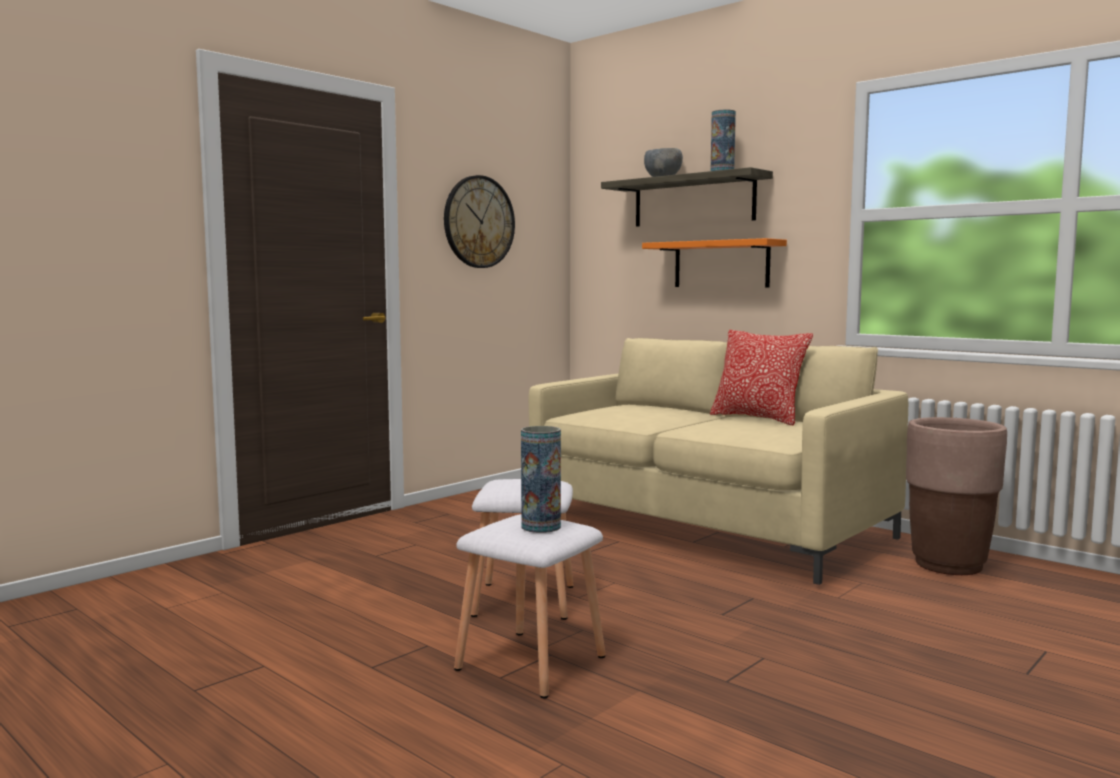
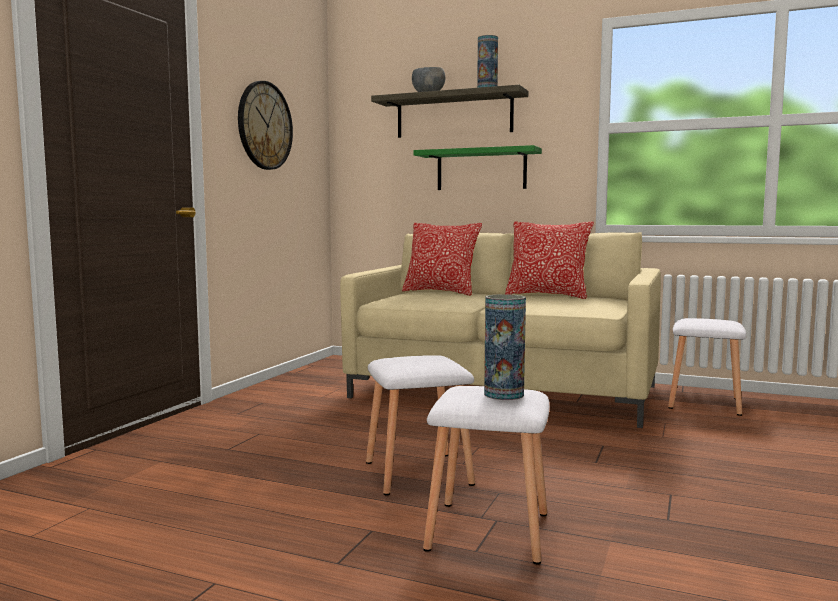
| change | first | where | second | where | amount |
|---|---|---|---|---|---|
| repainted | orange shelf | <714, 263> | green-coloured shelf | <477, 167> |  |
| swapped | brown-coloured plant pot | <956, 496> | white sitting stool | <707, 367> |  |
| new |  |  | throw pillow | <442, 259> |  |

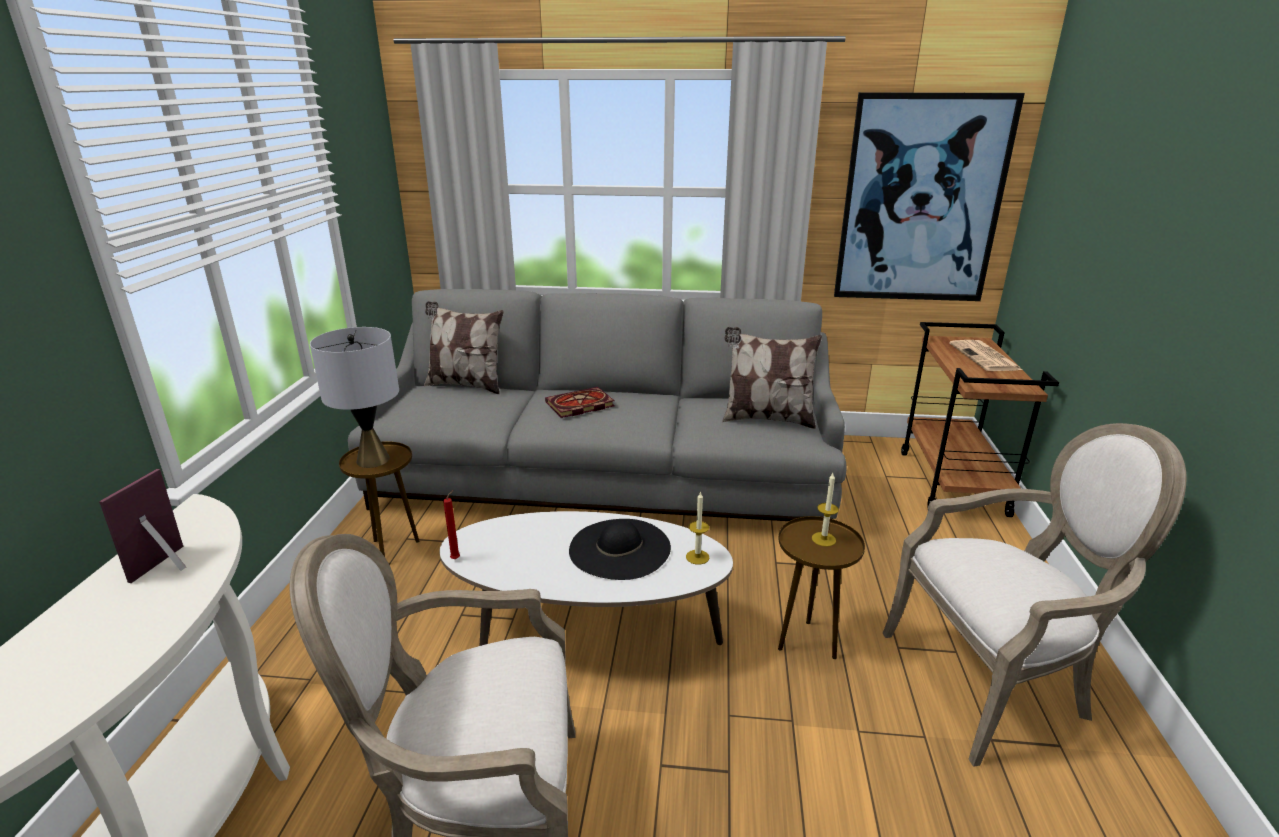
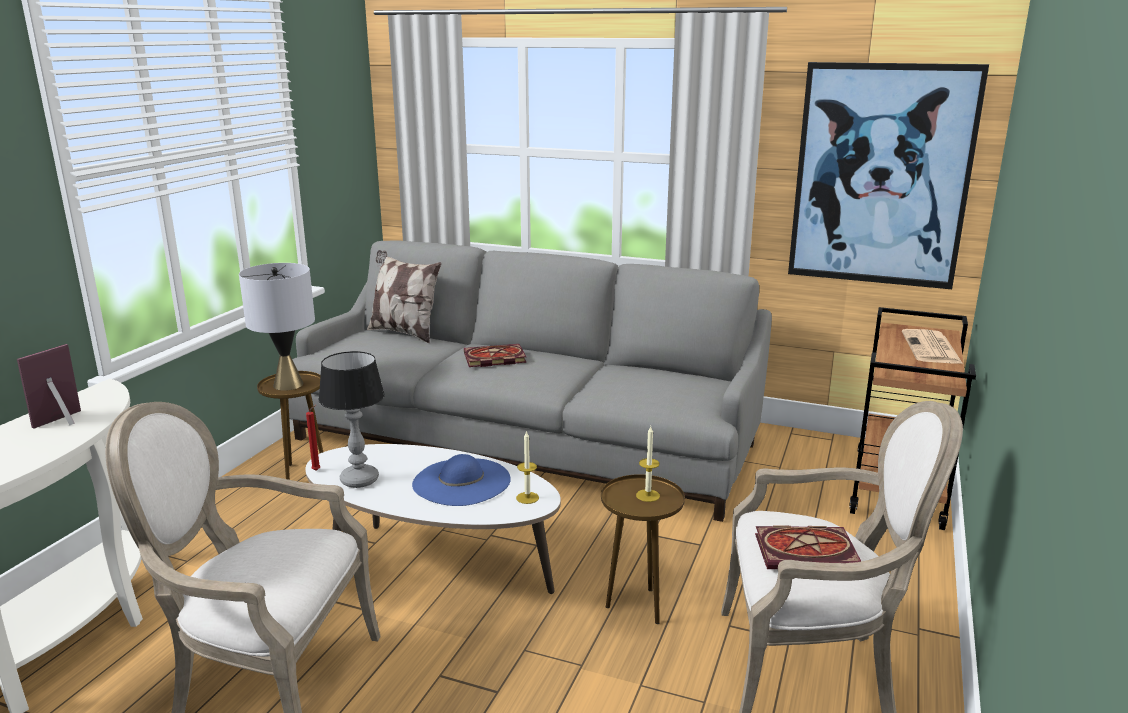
| change | first | where | second | where | amount |
|---|---|---|---|---|---|
| gone | throw pillow | <772, 378> |  |  |  |
| repainted | black-coloured wearable hat | <620, 549> | blue wearable hat | <461, 480> |  |
| new |  |  | tabletop lamp | <351, 419> |  |
| new |  |  | volume | <808, 547> |  |

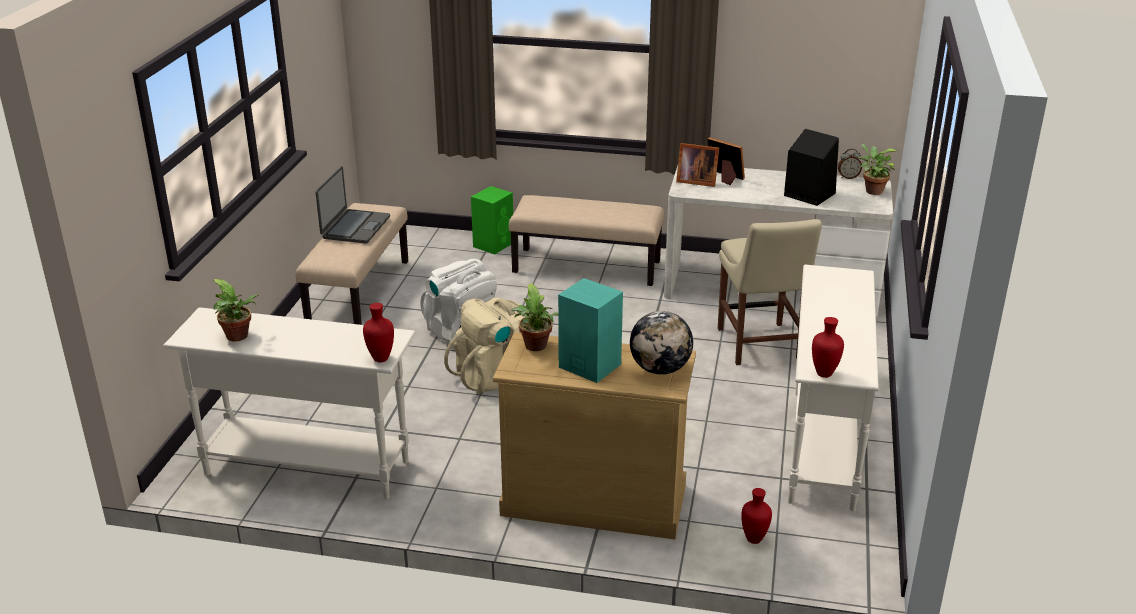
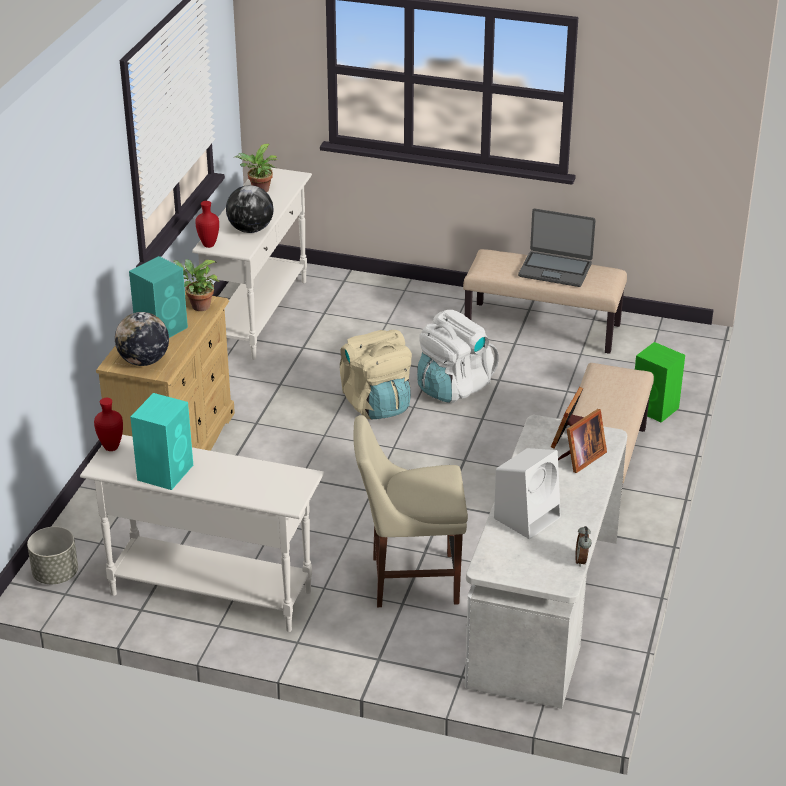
| change | first | where | second | where | amount |
|---|---|---|---|---|---|
| repainted | black-coloured audio speaker | <811, 167> | white audio speaker | <527, 493> |  |
| gone | plant in a pot | <877, 169> |  |  |  |
| gone | red-coloured vase | <756, 516> |  |  |  |
| new |  |  | desk globe | <249, 209> |  |
| new |  |  | turquoise-coloured audio speaker | <161, 441> |  |
| new |  |  | gray plant pot | <52, 555> |  |

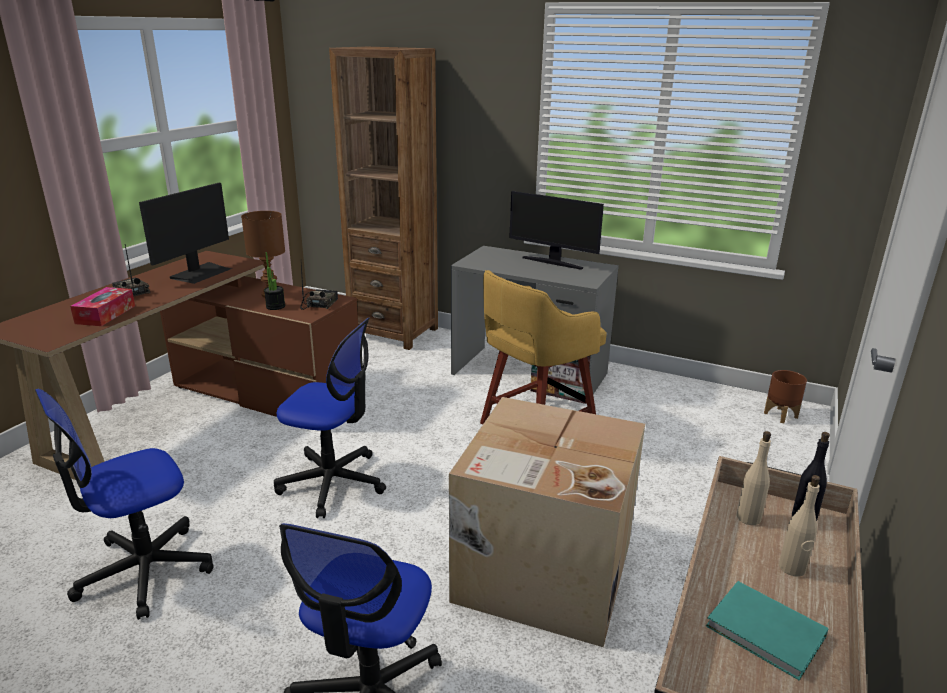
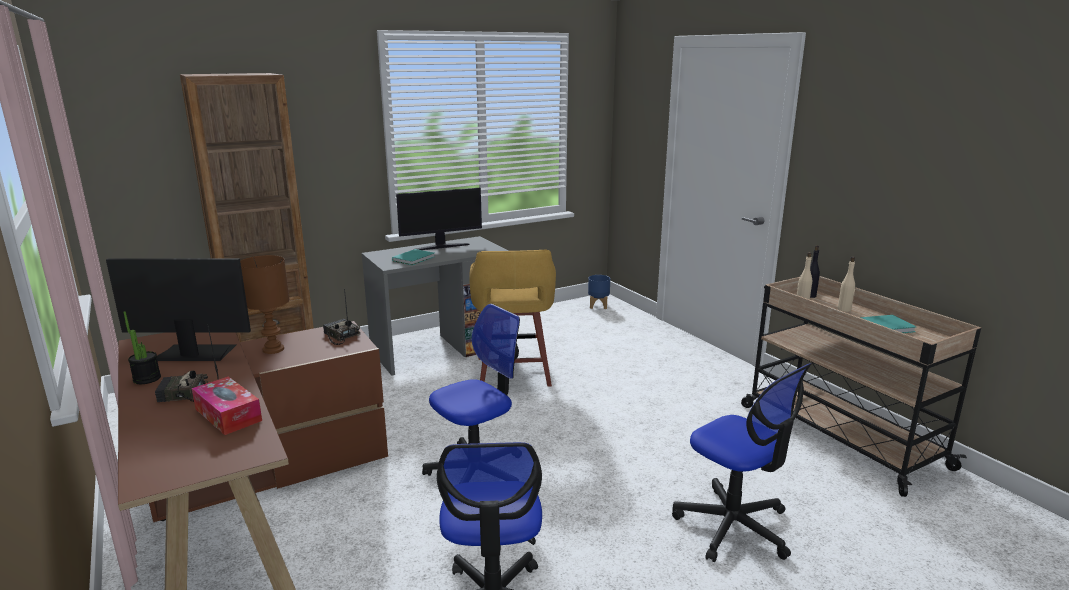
| change | first | where | second | where | amount |
|---|---|---|---|---|---|
| rotated | computer screen | <185, 233> |  | <178, 309> | 60 degrees counterclockwise |
| shifted | plant in a pot | <274, 281> |  | <142, 347> |  |
| repainted | brown-coloured plant pot | <785, 396> | blue plant pot | <599, 292> |  |
| gone | packing box | <547, 522> |  |  |  |
| new |  |  | turquoise-coloured volume | <413, 257> |  |

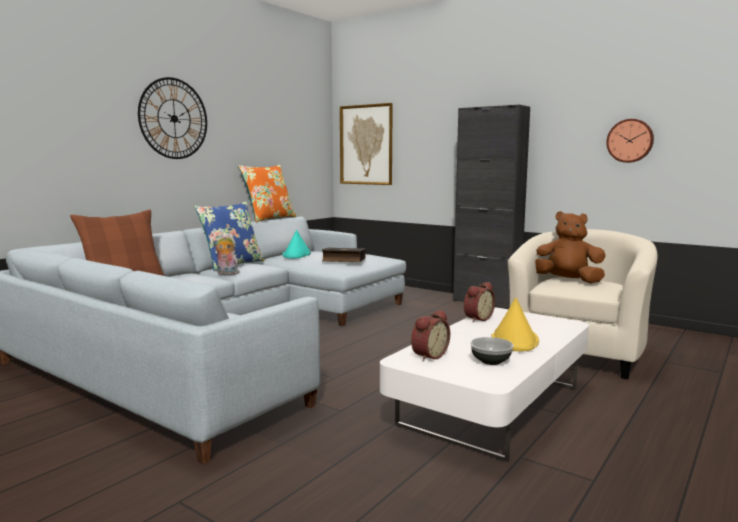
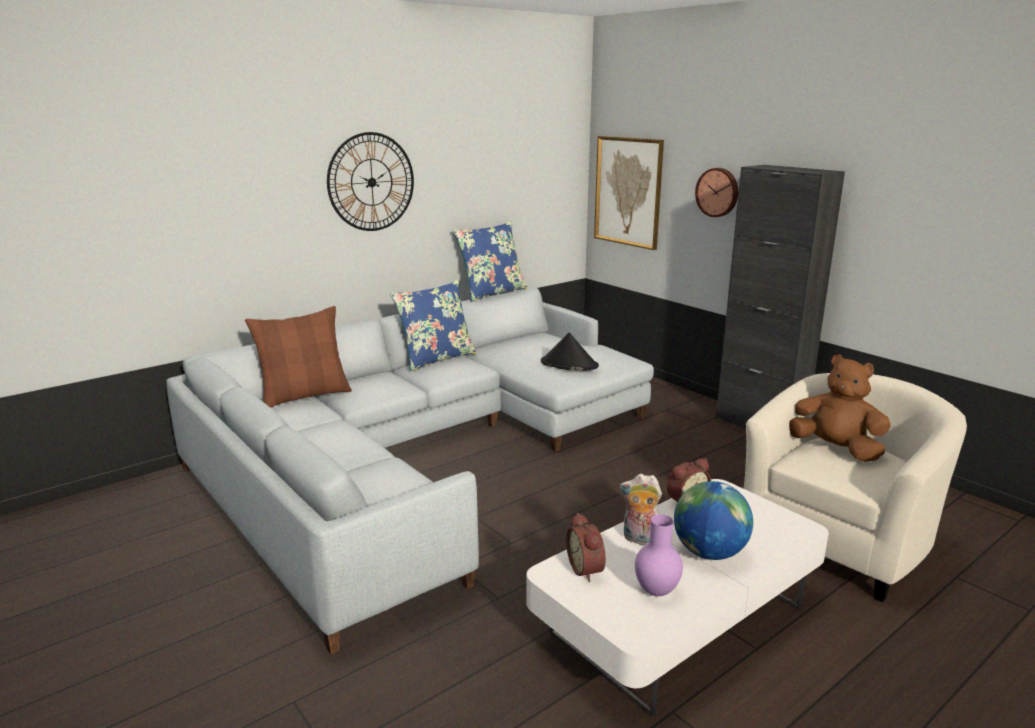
| change | first | where | second | where | amount |
|---|---|---|---|---|---|
| shifted | hanging clock | <630, 141> |  | <716, 192> |  |
| repainted | orange throw pillow | <267, 193> | blue throw pillow | <490, 261> |  |
| gone | turquoise-coloured wearable hat | <296, 244> |  |  |  |
| shifted | plush toy | <226, 254> |  | <641, 510> |  |
| swapped | volume | <344, 254> | black-coloured wearable hat | <570, 352> |  |
| swapped | yellow-coloured wearable hat | <515, 324> | desk globe | <713, 520> |  |
| rotated | table clock | <430, 336> |  | <586, 547> | 105 degrees clockwise |
| swapped | deep dish | <492, 351> | purple-coloured vase | <659, 555> |  |

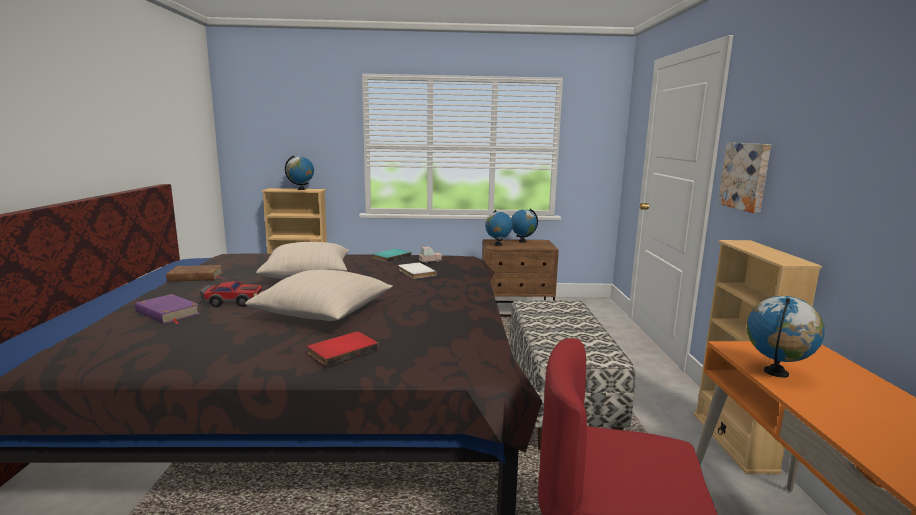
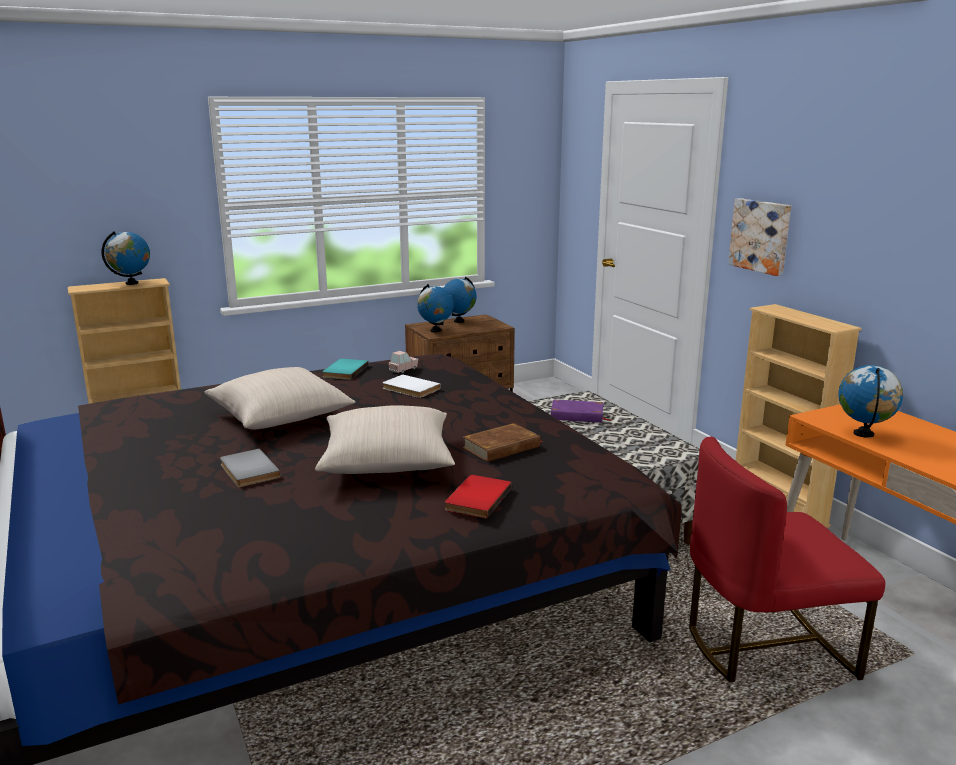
| change | first | where | second | where | amount |
|---|---|---|---|---|---|
| shifted | brown-coloured volume | <195, 273> |  | <502, 442> |  |
| swapped | miniature car | <231, 294> | gray volume | <250, 468> |  |
| shifted | purple-coloured volume | <167, 309> |  | <581, 411> |  |

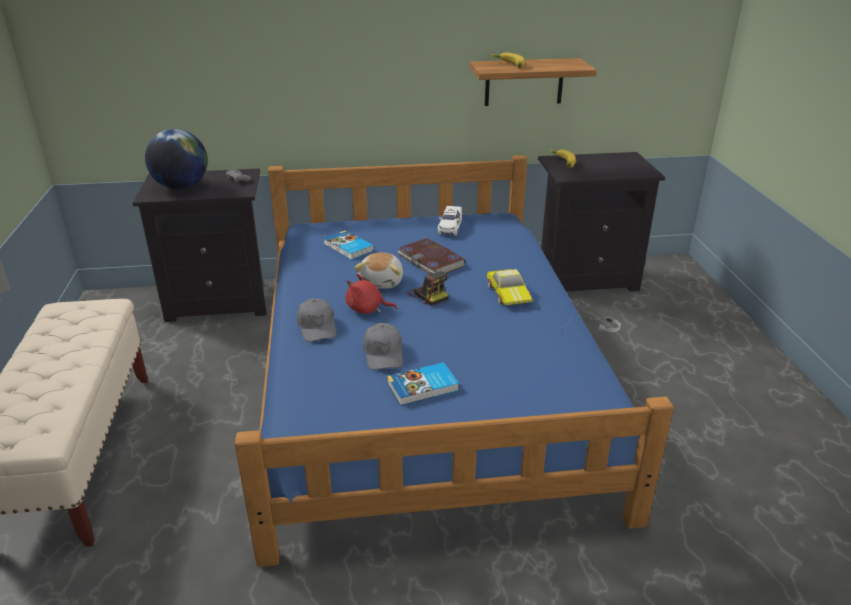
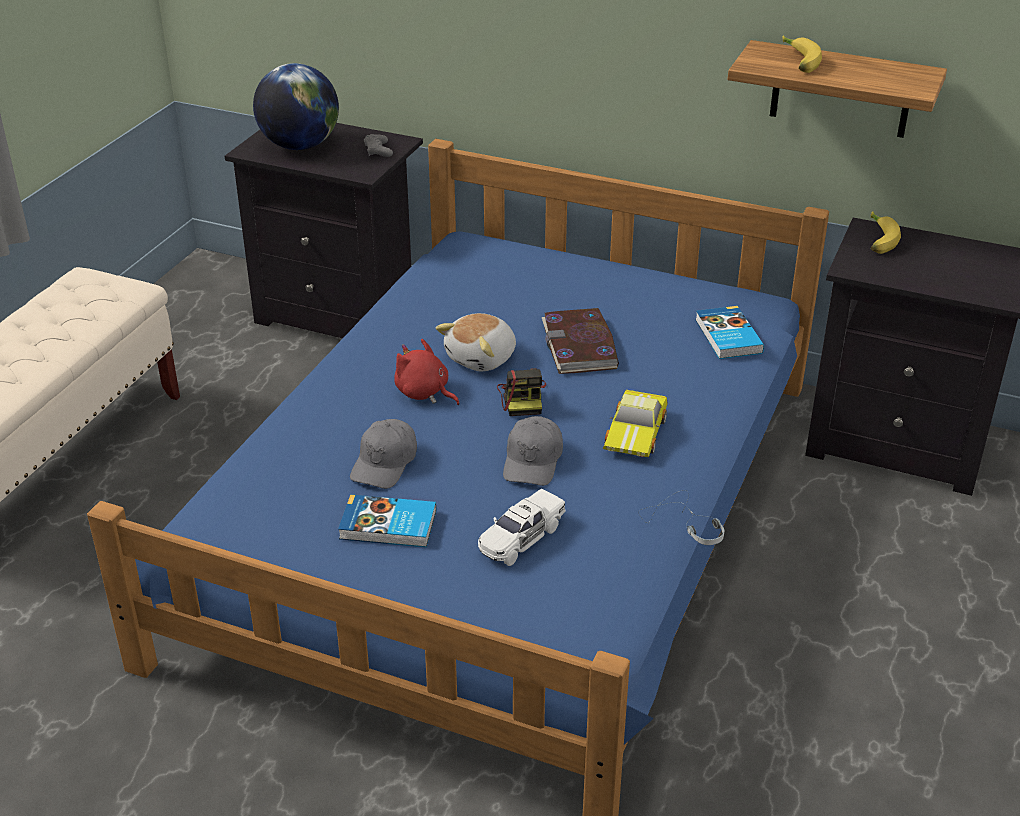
| change | first | where | second | where | amount |
|---|---|---|---|---|---|
| shifted | white miniature car | <450, 221> |  | <522, 527> |  |
| shifted | volume | <348, 245> |  | <729, 332> |  |
| shifted | gray baseball cap | <317, 320> |  | <533, 451> |  |

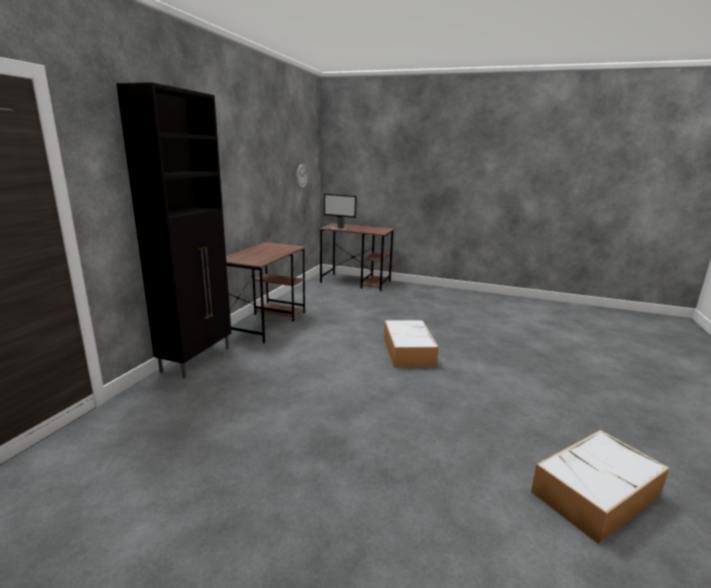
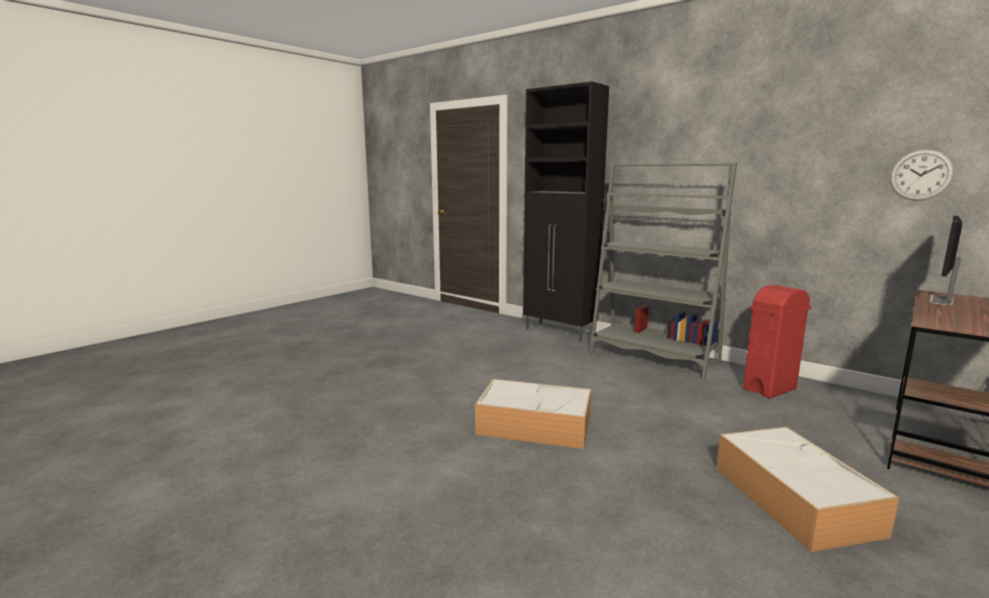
| change | first | where | second | where | amount |
|---|---|---|---|---|---|
| swapped | brown-coloured desk table | <266, 292> | gray shelving unit | <663, 271> |  |
| shifted | storage box | <600, 487> |  | <807, 489> |  |
| new |  |  | red-coloured rubbish bin | <777, 342> |  |

